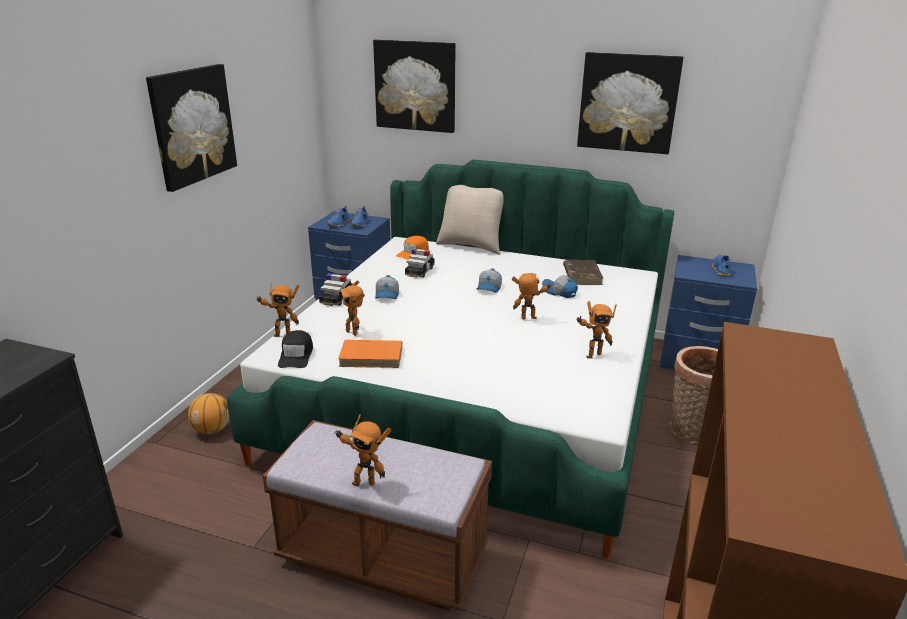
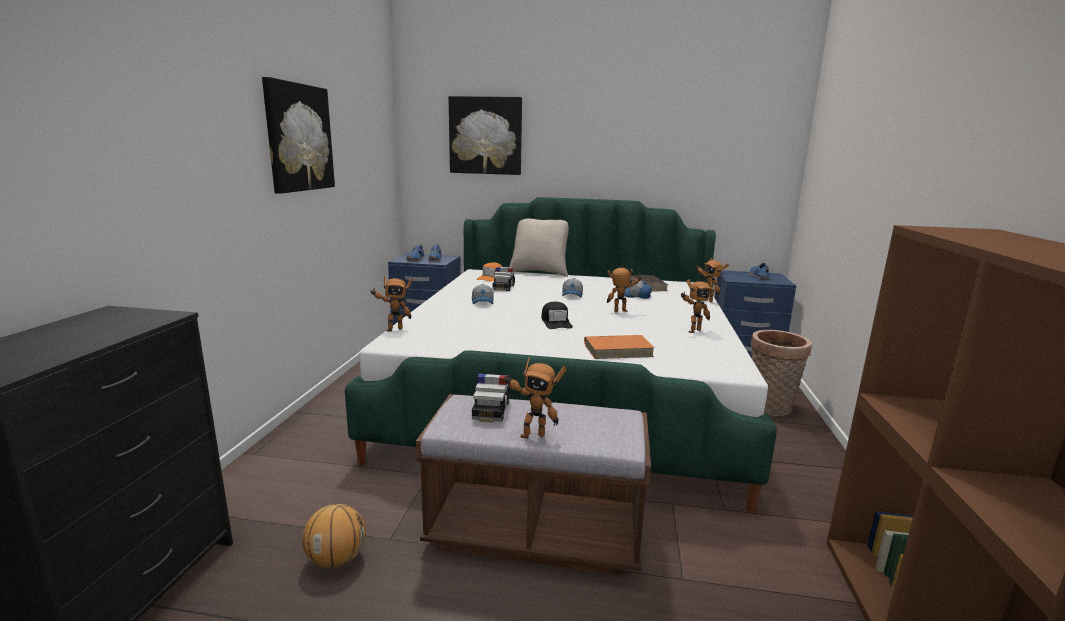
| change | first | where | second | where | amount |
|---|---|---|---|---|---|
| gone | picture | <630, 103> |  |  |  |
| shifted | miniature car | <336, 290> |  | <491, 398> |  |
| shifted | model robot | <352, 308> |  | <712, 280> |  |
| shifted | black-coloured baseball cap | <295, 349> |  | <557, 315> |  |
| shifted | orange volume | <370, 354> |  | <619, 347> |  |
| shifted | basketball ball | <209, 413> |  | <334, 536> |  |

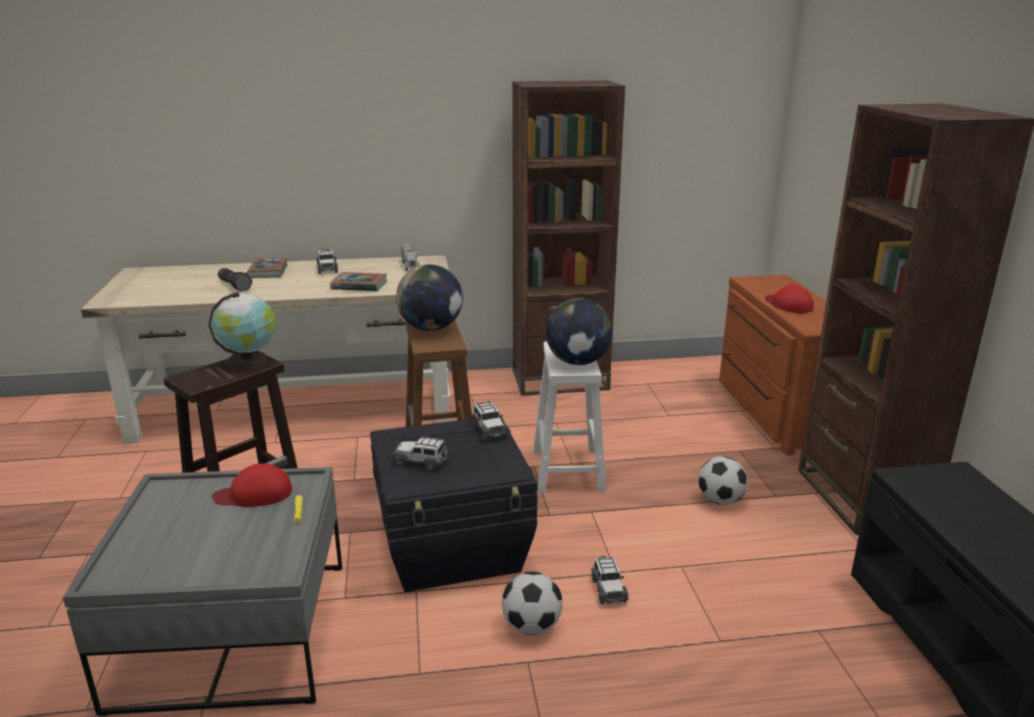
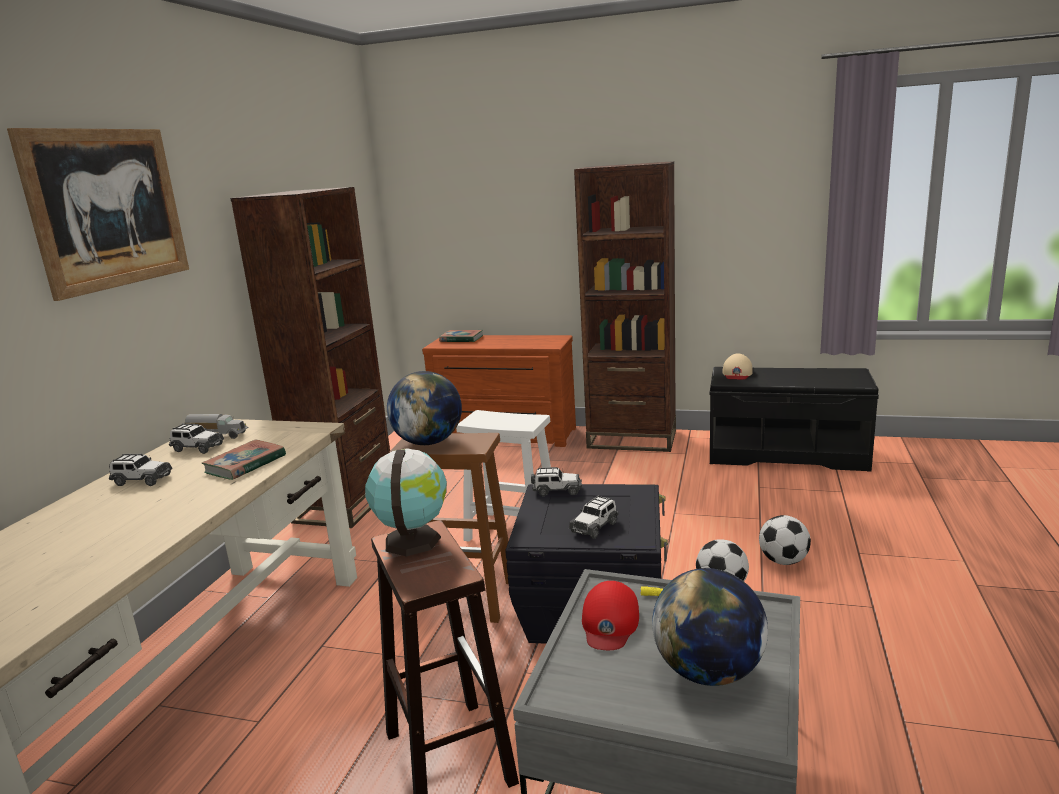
| change | first | where | second | where | amount |
|---|---|---|---|---|---|
| shifted | volume | <267, 268> |  | <461, 336> |  |
| gone | flashlight | <235, 279> |  |  |  |
| gone | red-coloured baseball cap | <789, 299> |  |  |  |
| shifted | desk globe | <579, 331> |  | <710, 627> |  |
| shifted | football | <723, 480> |  | <785, 540> |  |
| shifted | miniature car | <609, 580> |  | <196, 438> |  |
| new |  |  | picture | <98, 214> |  |
| new |  |  | beige-coloured baseball cap | <737, 366> |  |

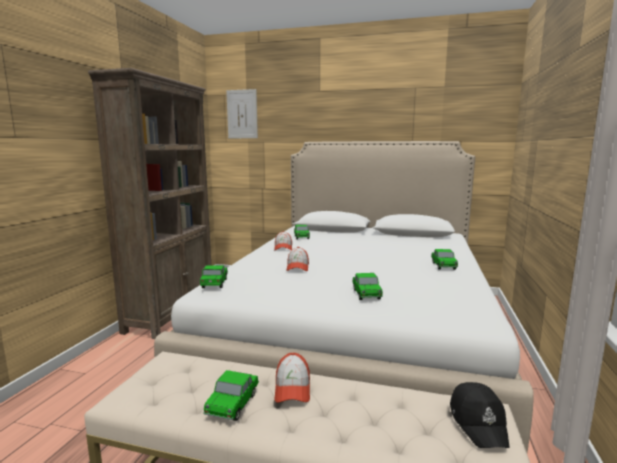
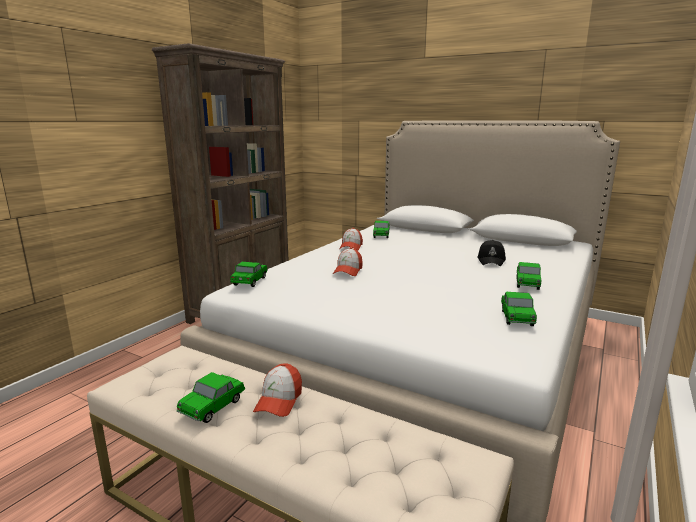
| change | first | where | second | where | amount |
|---|---|---|---|---|---|
| gone | picture | <242, 113> |  |  |  |
| shifted | miniature car | <367, 286> |  | <519, 309> |  |
| shifted | black-coloured baseball cap | <480, 415> |  | <491, 253> |  |

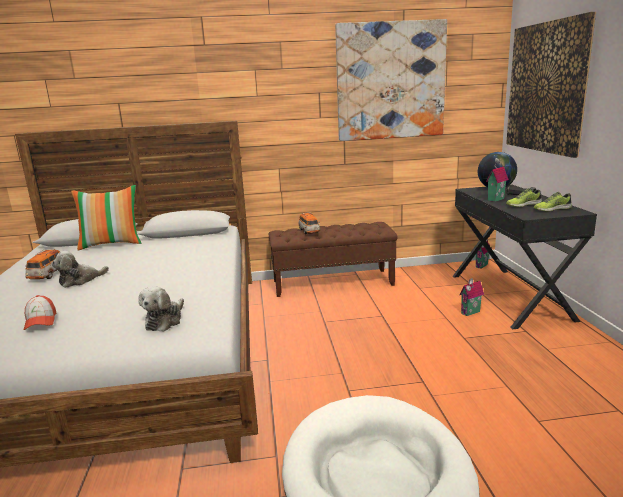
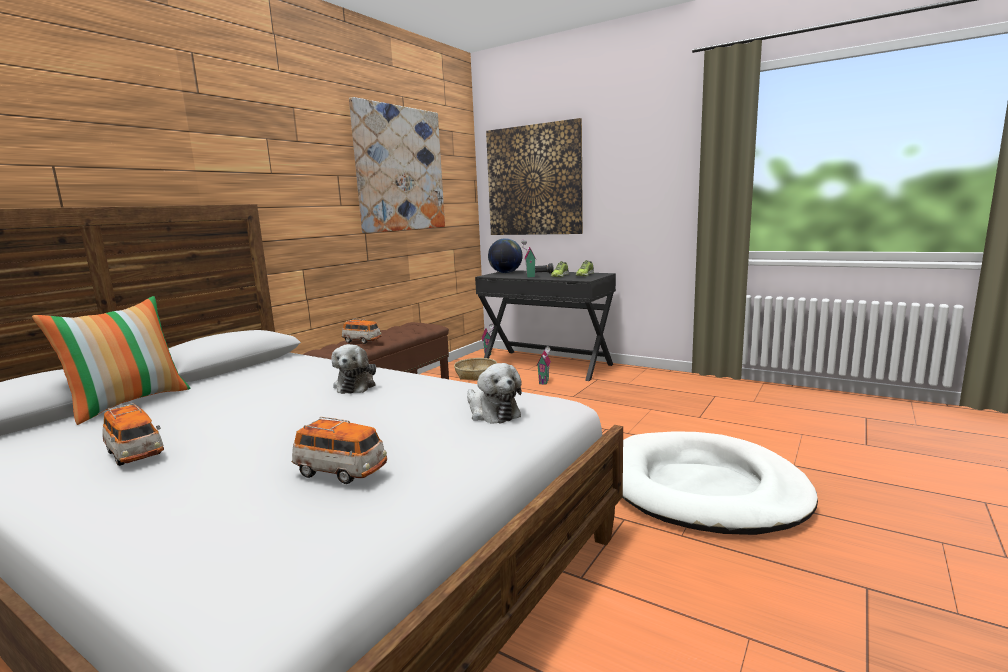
| change | first | where | second | where | amount |
|---|---|---|---|---|---|
| shifted | plush toy | <80, 269> |  | <354, 369> |  |
| swapped | baseball cap | <40, 312> | miniature car | <339, 450> |  |
| new |  |  | household basket | <475, 369> |  |

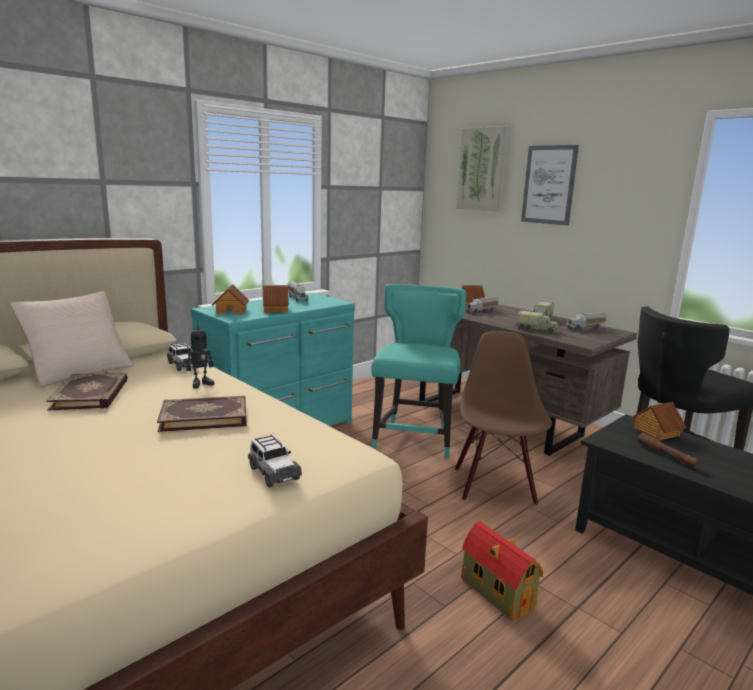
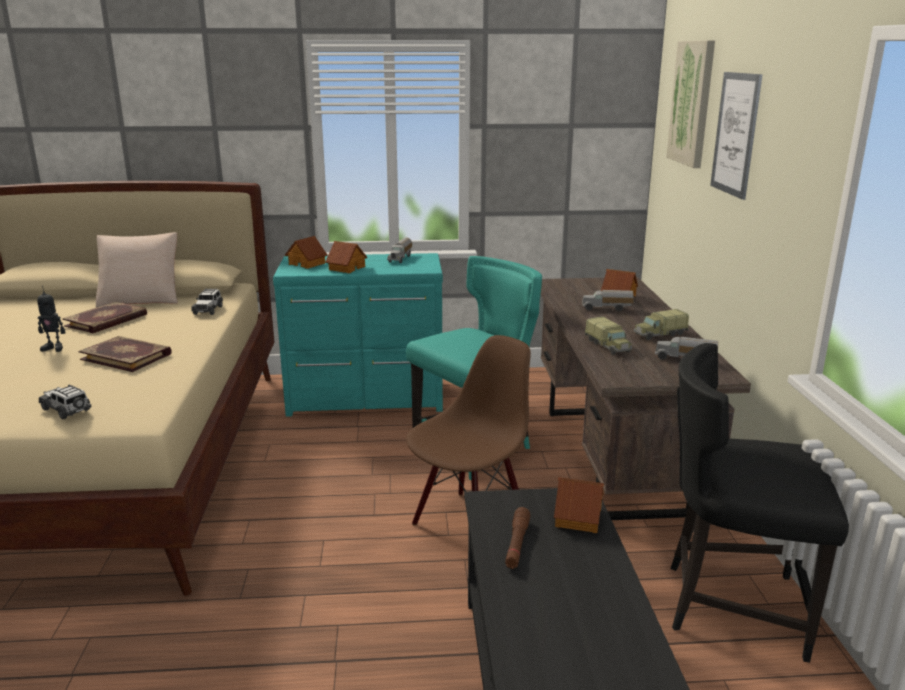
| change | first | where | second | where | amount |
|---|---|---|---|---|---|
| shifted | model robot | <200, 354> |  | <51, 319> |  |
| rotated | miniature car | <275, 461> |  | <65, 401> | 120 degrees clockwise |
| gone | toy house | <502, 571> |  |  |  |

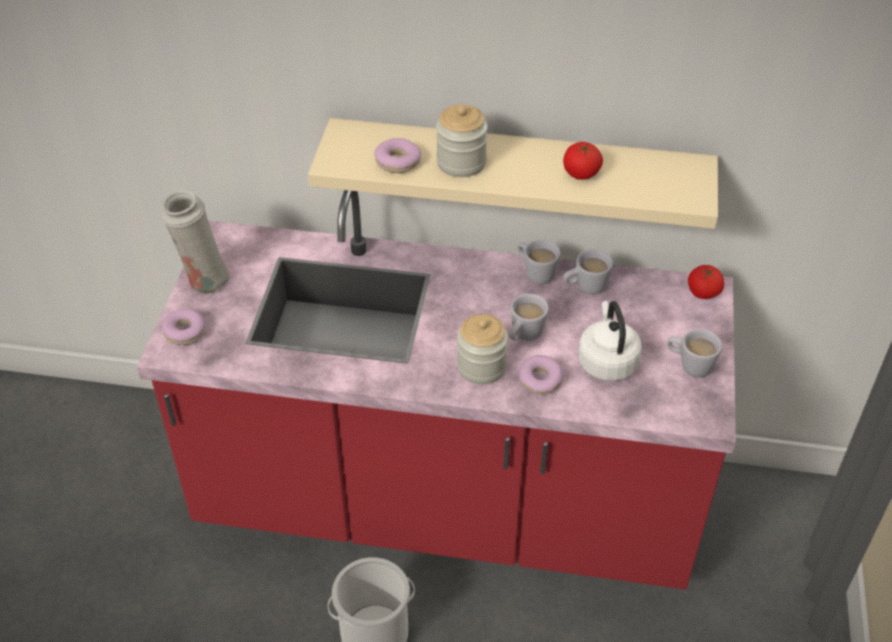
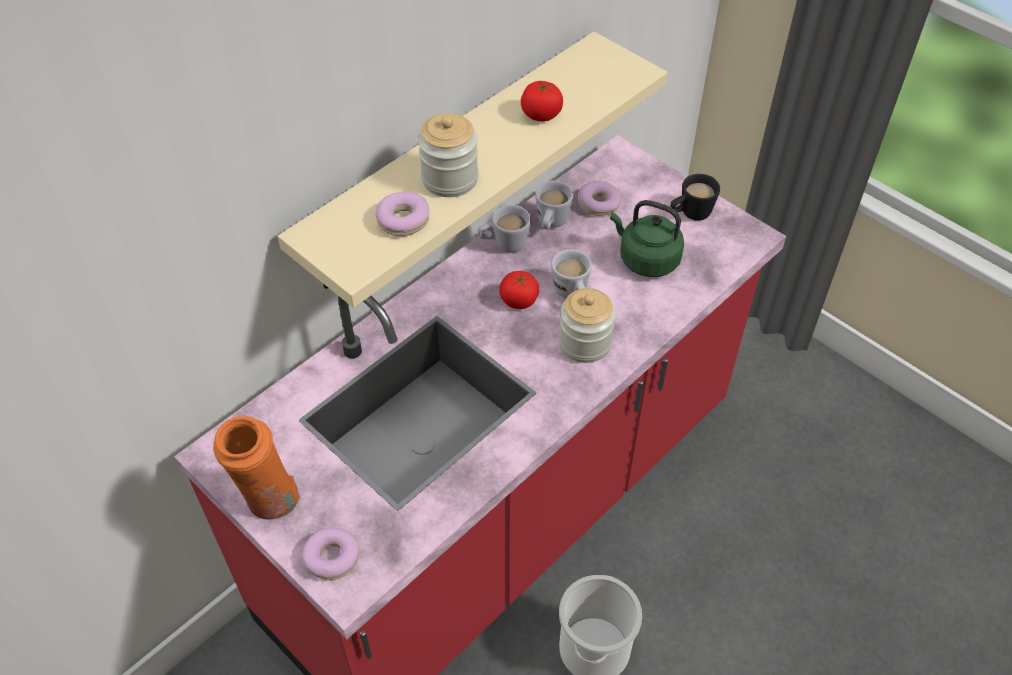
| change | first | where | second | where | amount |
|---|---|---|---|---|---|
| repainted | white vase | <196, 242> | orange vase | <257, 468> |  |
| shifted | fresh tomato | <706, 282> |  | <519, 290> |  |
| repainted | white water kettle | <610, 341> | green-coloured water kettle | <647, 238> |  |
| repainted | white tea mug | <694, 353> | black-coloured tea mug | <695, 197> |  |
| shifted | donut | <541, 375> |  | <599, 198> |  |

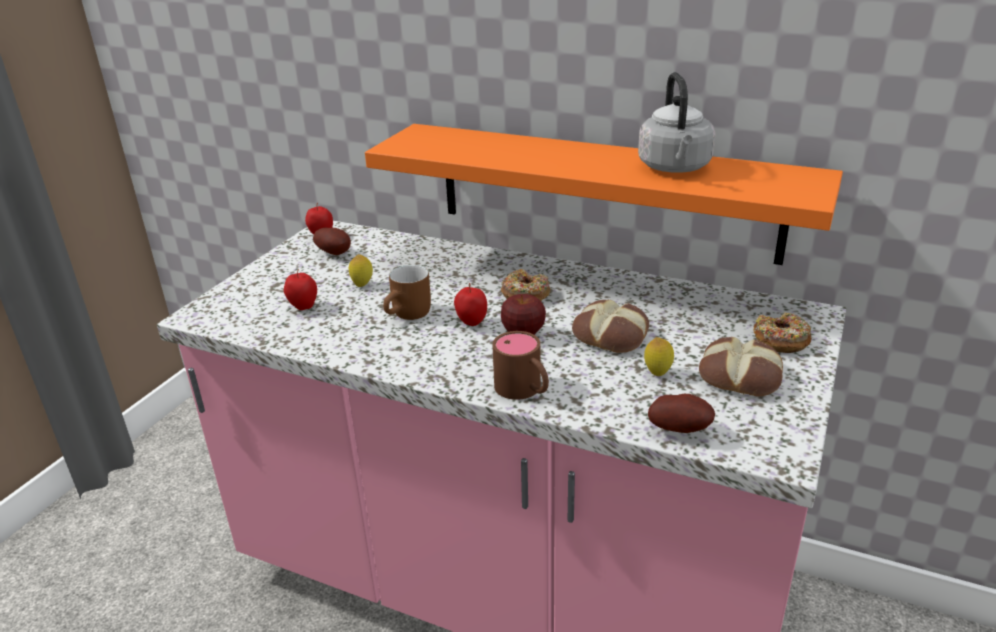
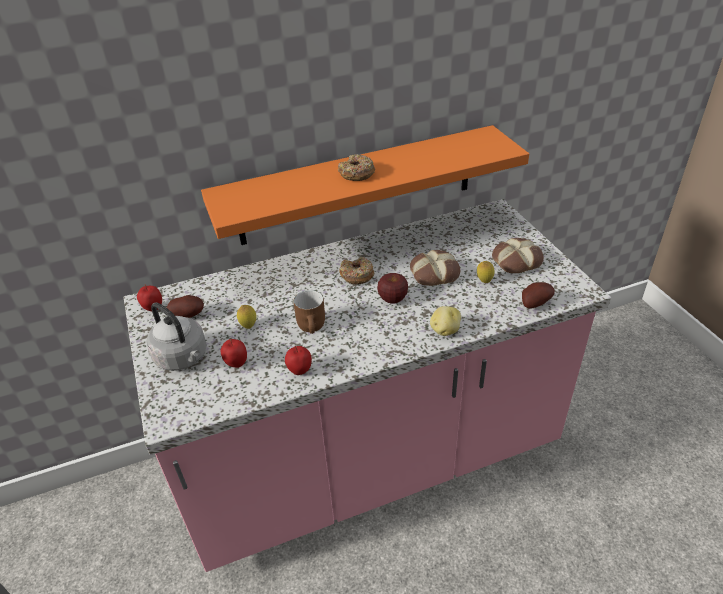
| change | first | where | second | where | amount |
|---|---|---|---|---|---|
| shifted | gray water kettle | <676, 122> |  | <177, 336> |  |
| shifted | whole apple | <470, 304> |  | <298, 360> |  |
| shifted | donut | <782, 332> |  | <356, 167> |  |
| swapped | brown-coloured tea mug | <521, 365> | spud | <445, 321> |  |

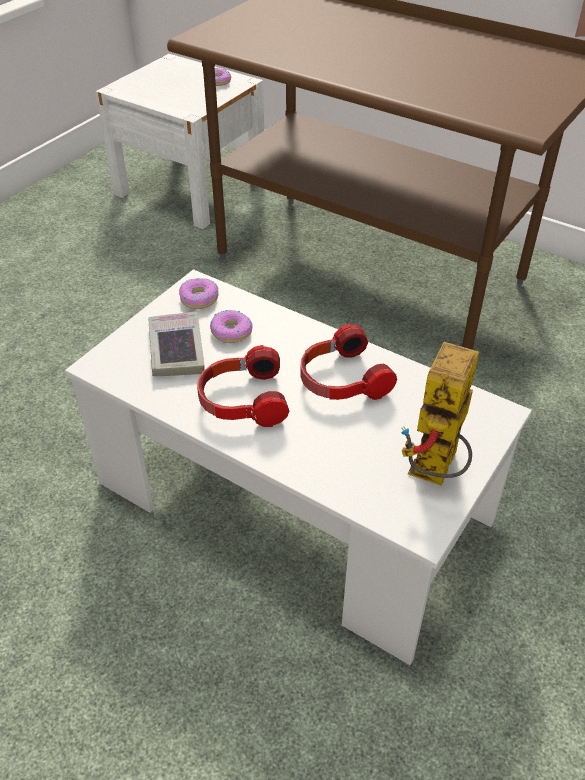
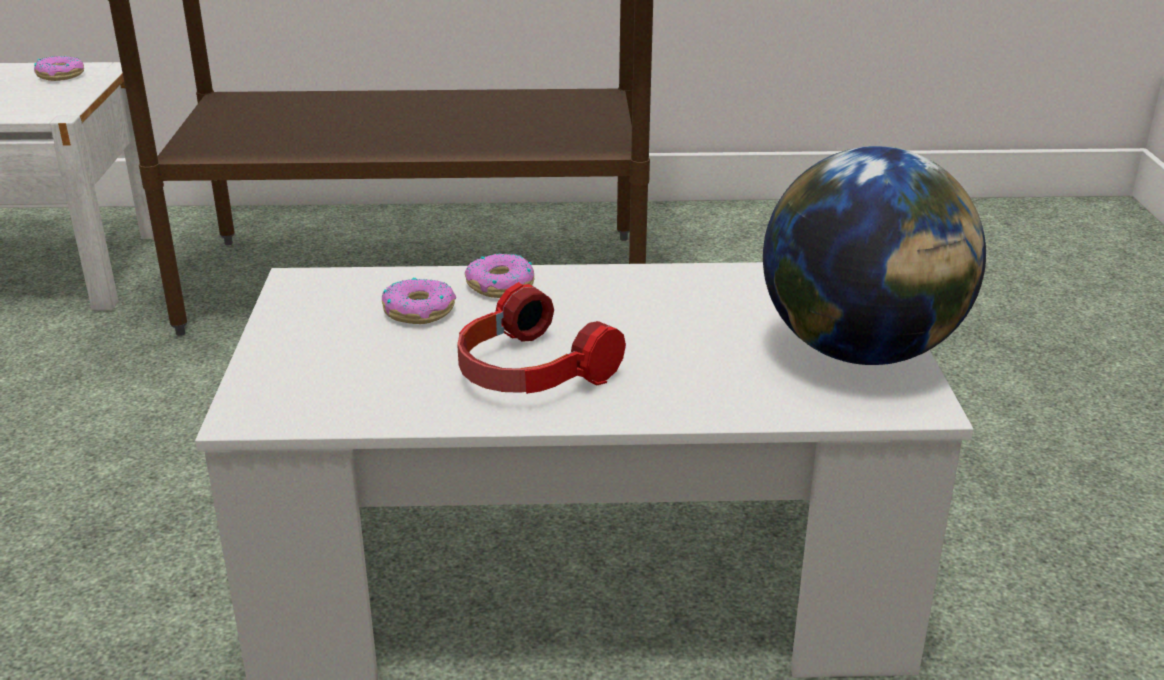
| change | first | where | second | where | amount |
|---|---|---|---|---|---|
| shifted | donut | <198, 293> |  | <499, 276> |  |
| gone | volume | <176, 343> |  |  |  |
| gone | headphones | <348, 362> |  |  |  |
| swapped | model robot | <440, 413> | desk globe | <874, 255> |  |

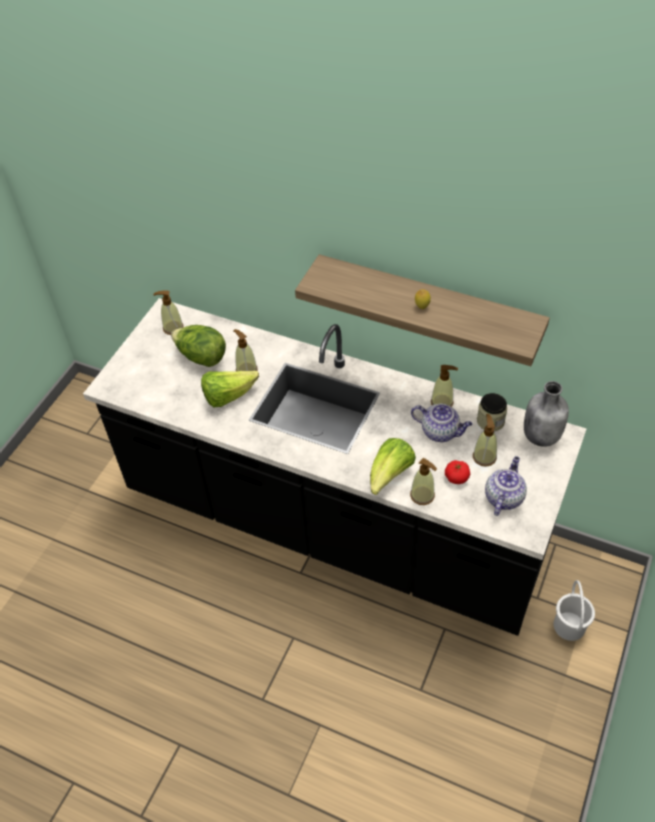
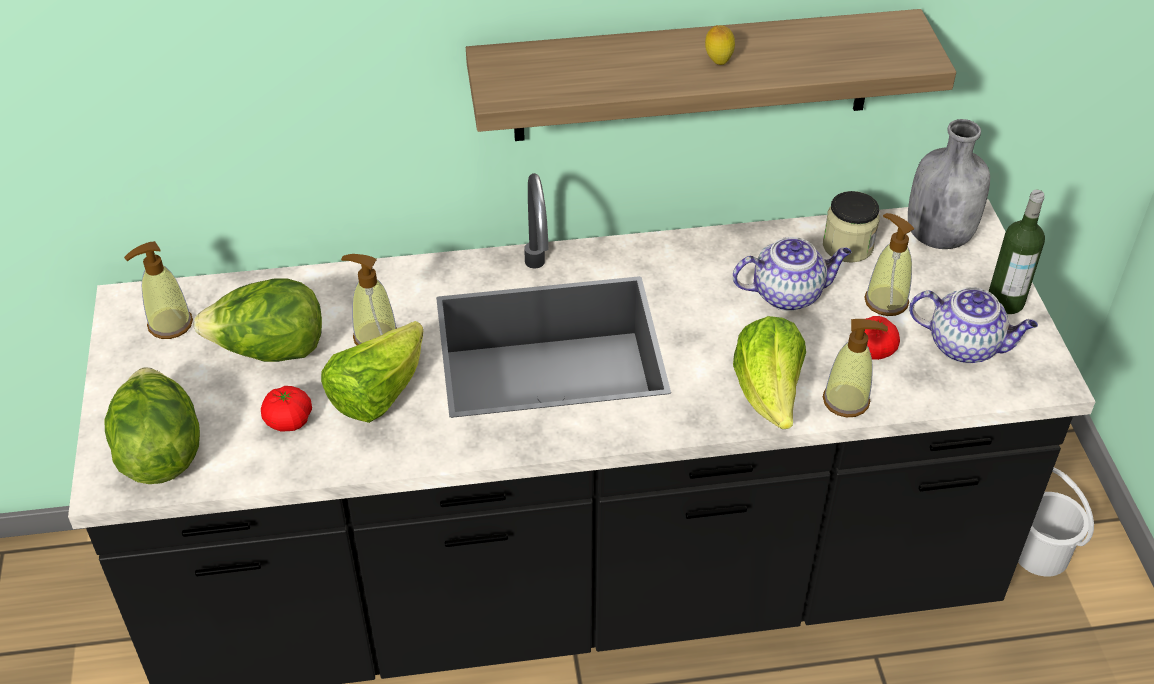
| change | first | where | second | where | amount |
|---|---|---|---|---|---|
| gone | soap dispenser | <444, 386> |  |  |  |
| rotated | teapot | <506, 486> |  | <973, 325> | 120 degrees clockwise |
| new |  |  | beverage bottle | <1016, 252> |  |
| new |  |  | lettuce | <152, 425> |  |
| new |  |  | fresh tomato | <286, 409> |  |

